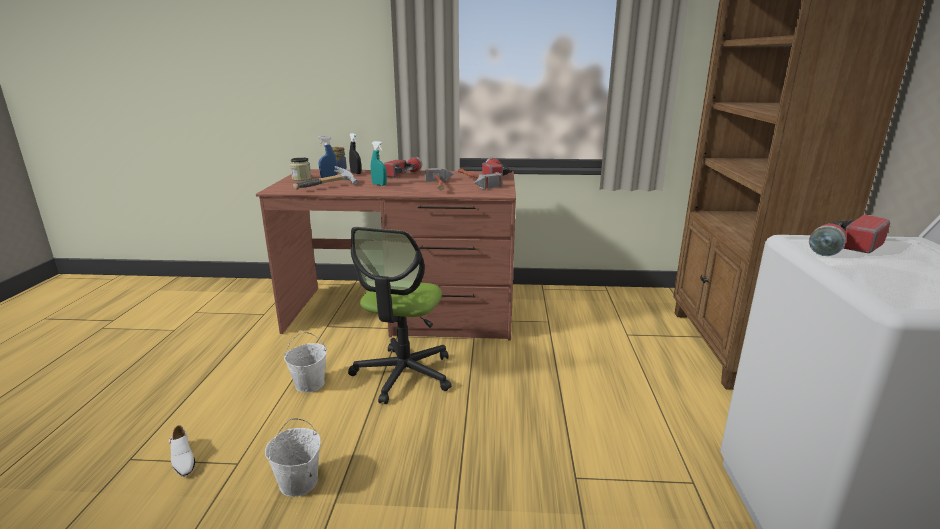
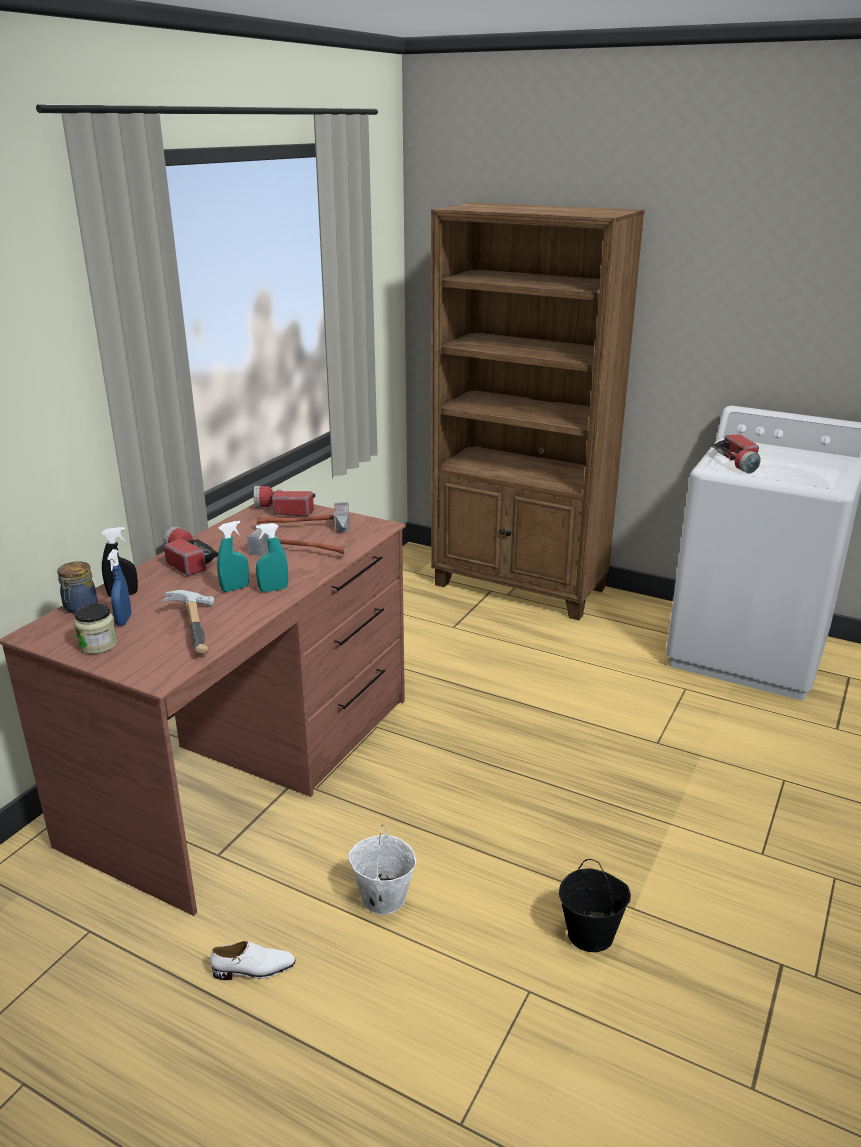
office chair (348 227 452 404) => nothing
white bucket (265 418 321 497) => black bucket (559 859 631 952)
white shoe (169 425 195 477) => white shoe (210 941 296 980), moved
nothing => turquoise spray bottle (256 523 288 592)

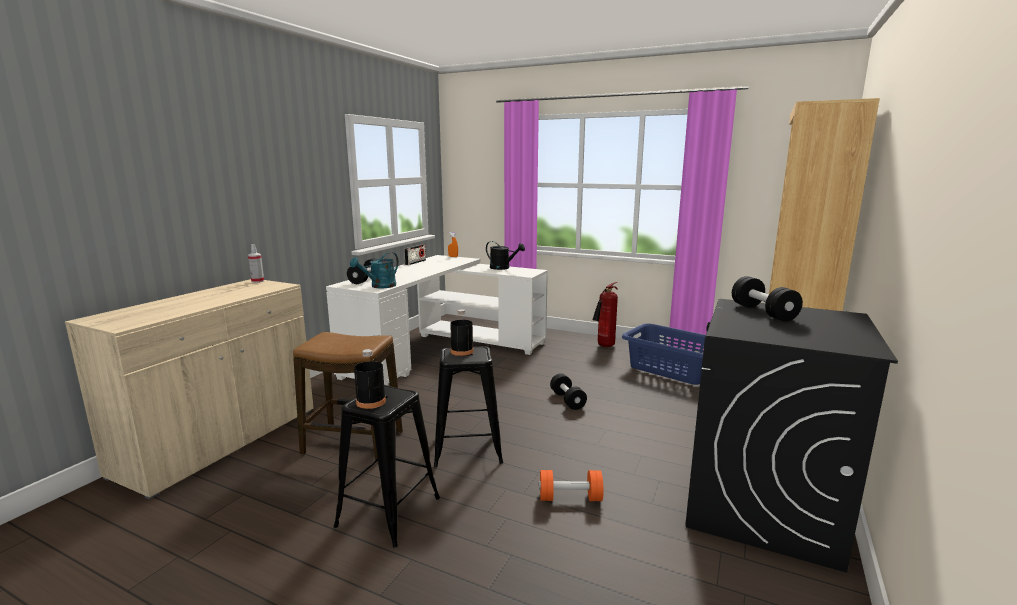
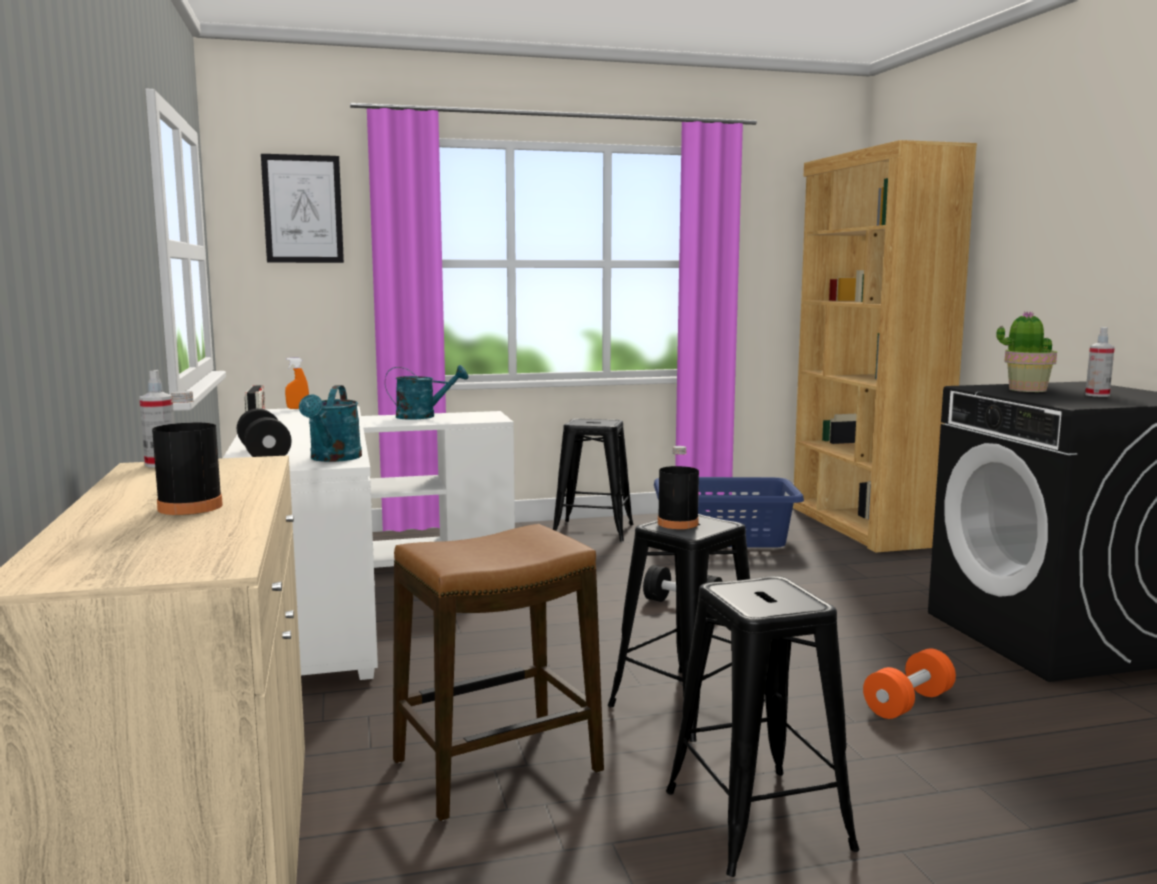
black watering can (486 241 525 270) => turquoise watering can (385 365 468 420)
black dumbbell (732 276 803 322) => potted plant (997 311 1057 392)
fire extinguisher (592 282 618 347) => black stool (553 418 634 542)
black bottle (354 349 386 409) => black bottle (152 391 223 515), moved
nothing => picture (261 154 344 263)
nothing => spray bottle (1085 327 1115 397)

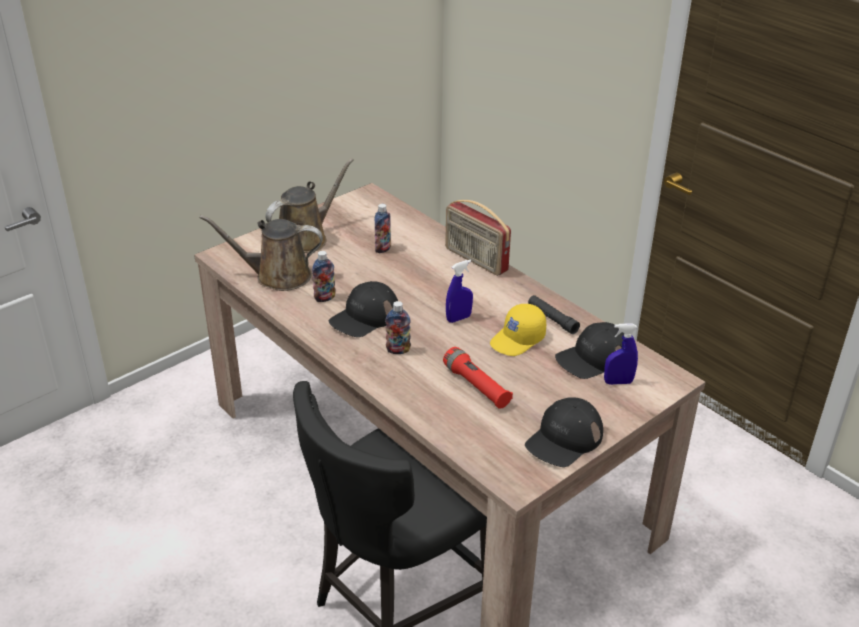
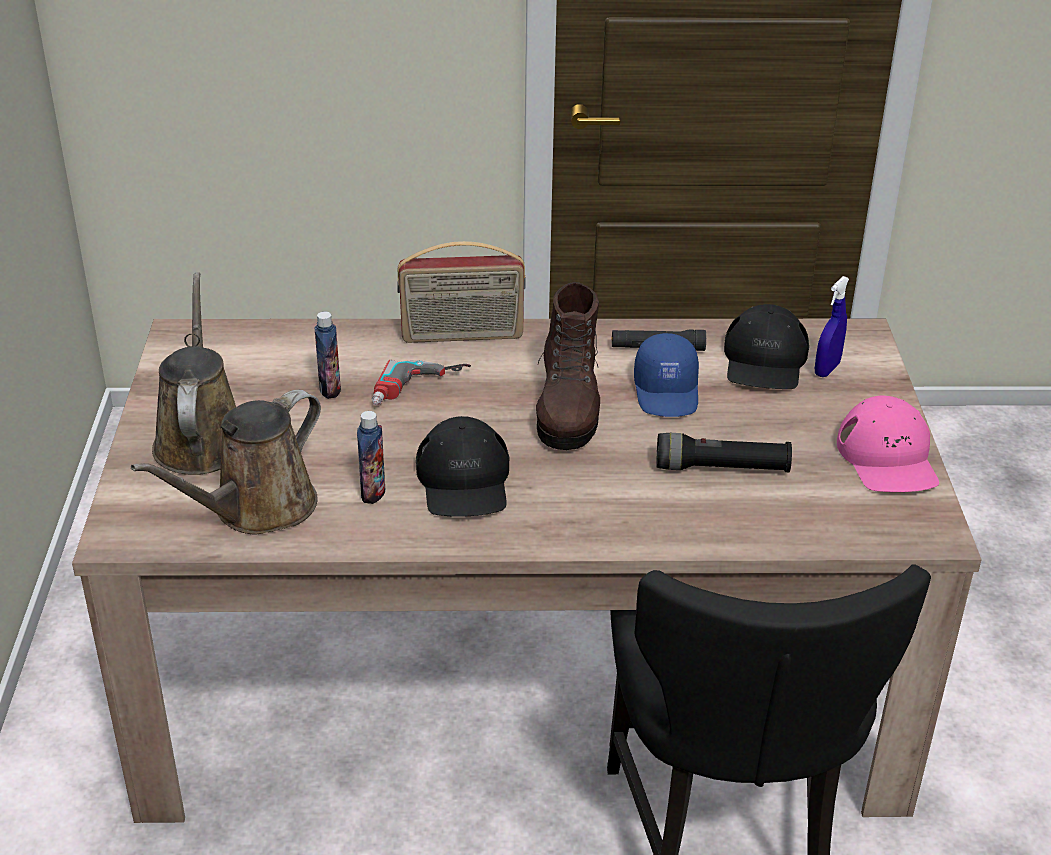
blue spray bottle (446 260 473 323) => brown boot (536 282 600 450)
bottle (385 301 411 354) => nothing
yellow cap (490 304 546 356) => blue cap (634 333 699 417)
red flashlight (443 347 513 409) => black flashlight (656 433 792 472)
black cap (525 397 603 467) => pink cap (837 396 939 492)
nothing => power drill (372 360 471 405)

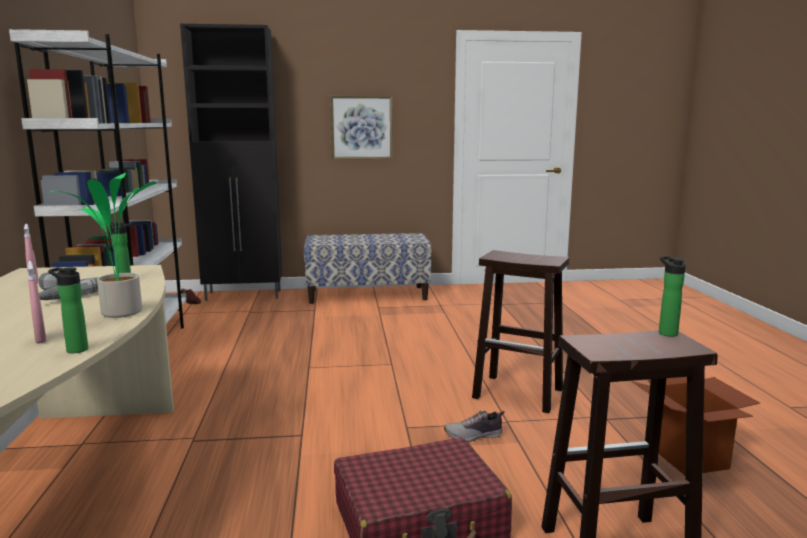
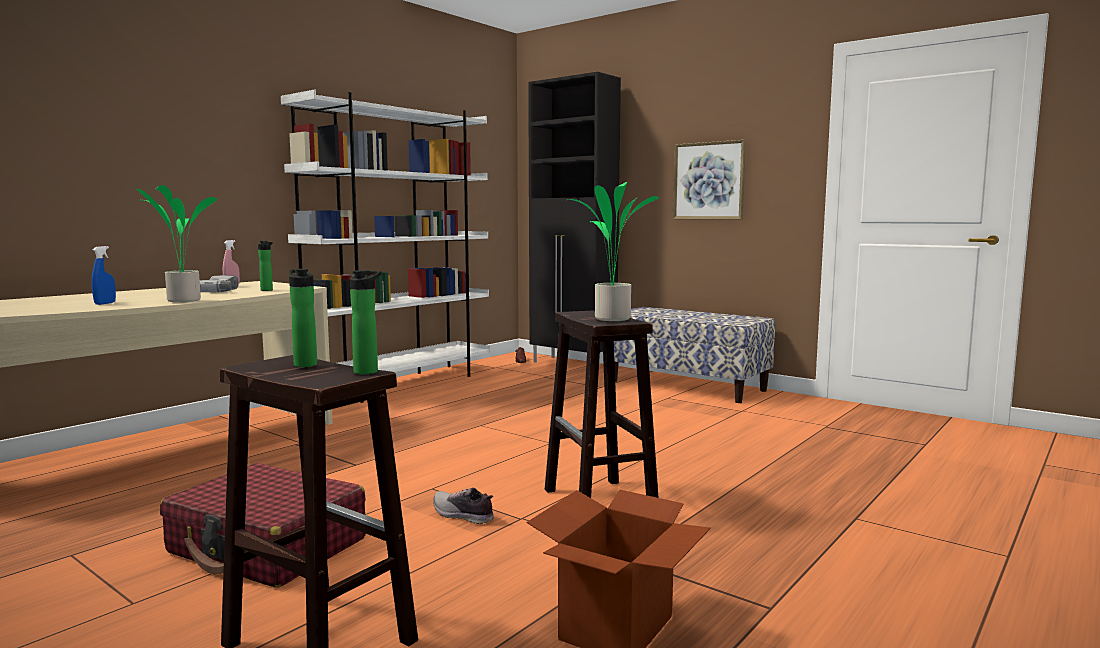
pink spray bottle (27 261 46 344) => blue spray bottle (92 246 116 305)
bottle (48 267 88 353) => bottle (289 269 317 367), moved
nothing => potted plant (567 182 659 321)

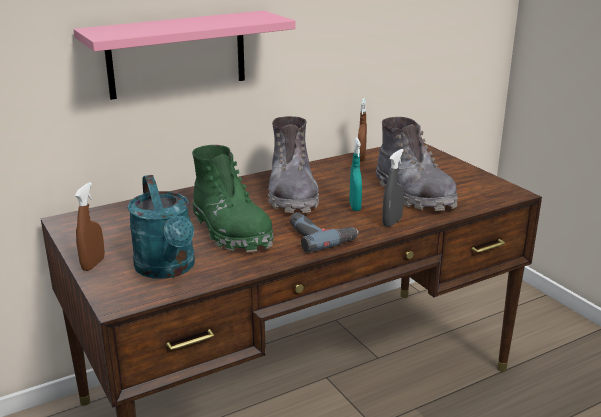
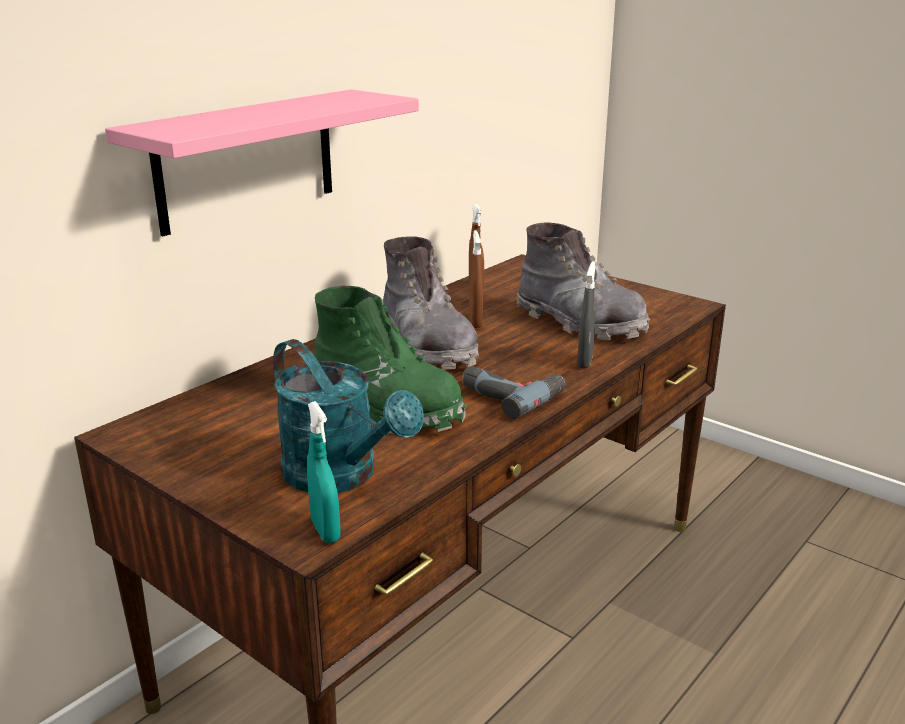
turquoise spray bottle (349 138 362 211) => turquoise spray bottle (307 401 341 543), moved
brown spray bottle (75 182 105 271) => brown spray bottle (469 230 483 328), moved

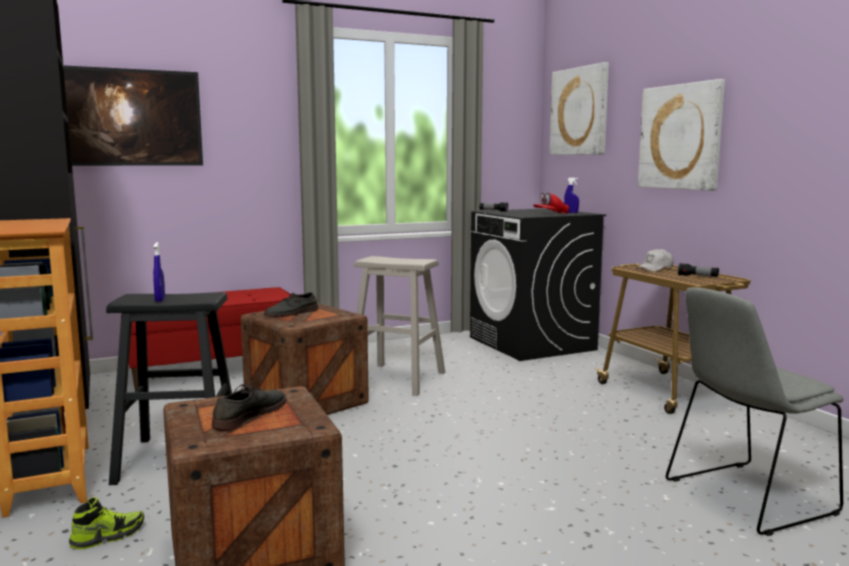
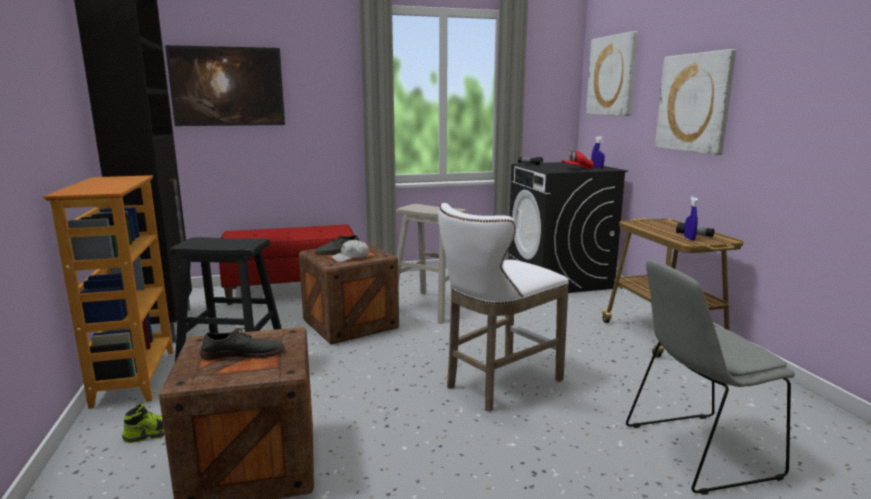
blue spray bottle (153 242 165 302) => blue spray bottle (684 196 698 240), moved
white cap (635 248 673 272) => white cap (331 239 369 262), moved
grey shoe (212 383 286 431) => grey shoe (200 328 285 360), 45 degrees clockwise
nothing => white stool (438 203 569 412)

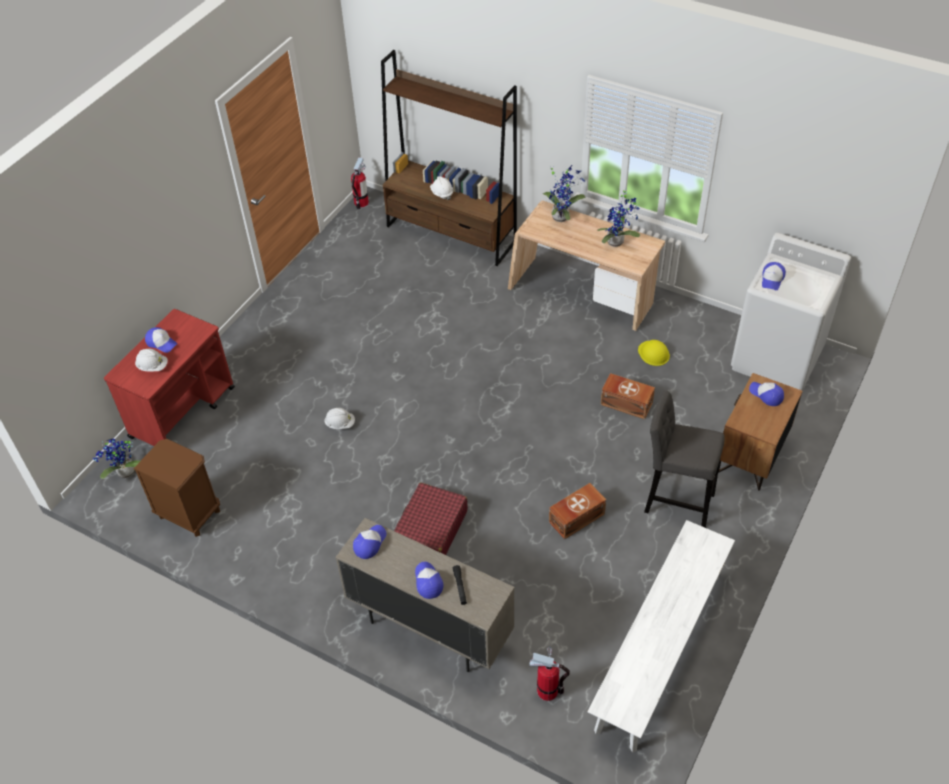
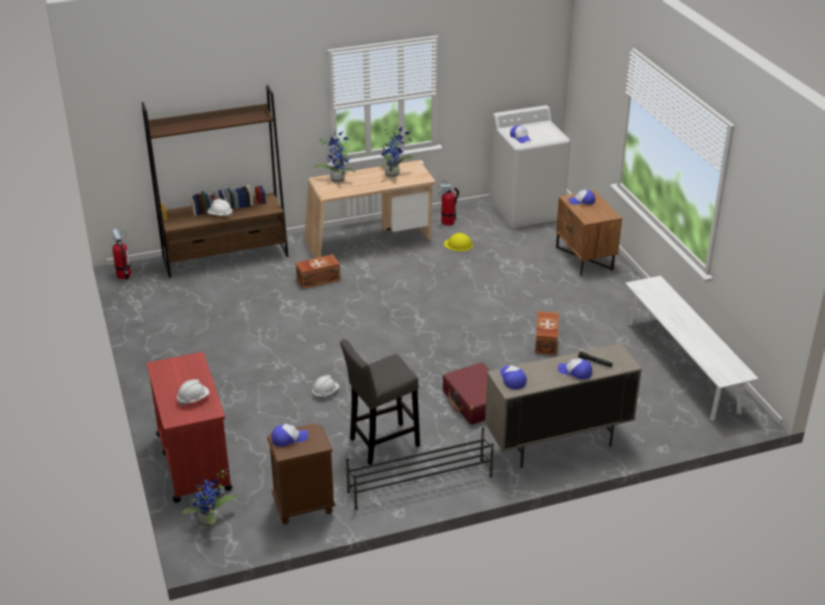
cap (145 327 177 353) => cap (271 424 308 447), moved
brown storage box (600 373 655 419) => brown storage box (296 254 340 289), moved
grey stool (644 390 725 527) => grey stool (340 339 420 465), moved
fire extinguisher (529 646 570 701) => fire extinguisher (438 180 459 226), moved
nothing => black shoe rack (346 428 494 510)

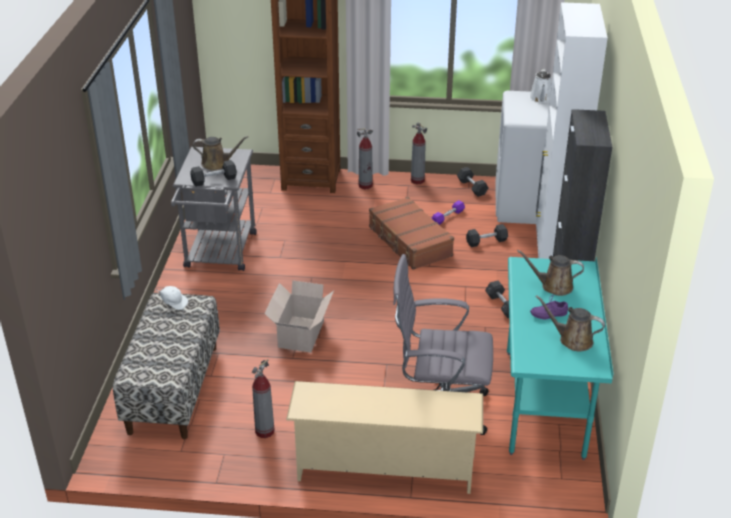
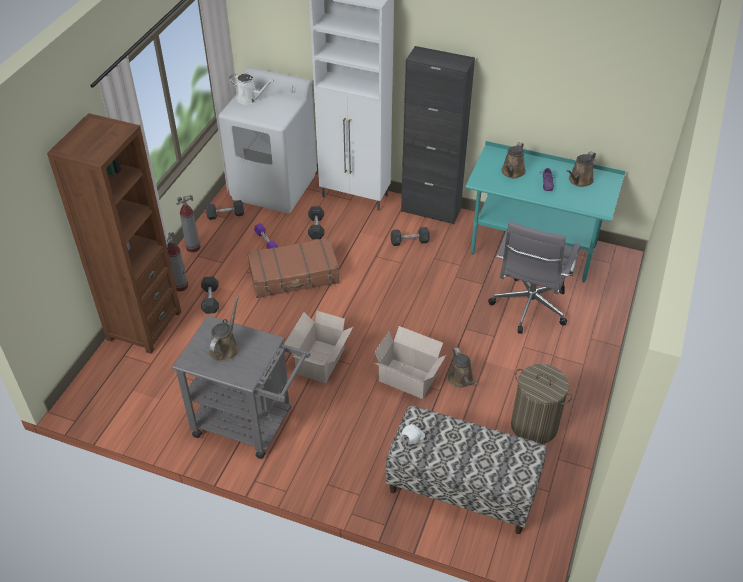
grey dumbbell (190 160 237 187) => grey dumbbell (201 276 219 314), moved
fire extinguisher (252 359 275 438) => laundry basket (511 364 573 444)
beige shoe rack (286 381 483 494) => nothing
nothing => cardboard box (284 311 354 383)
nothing => brown watering can (448 348 478 388)

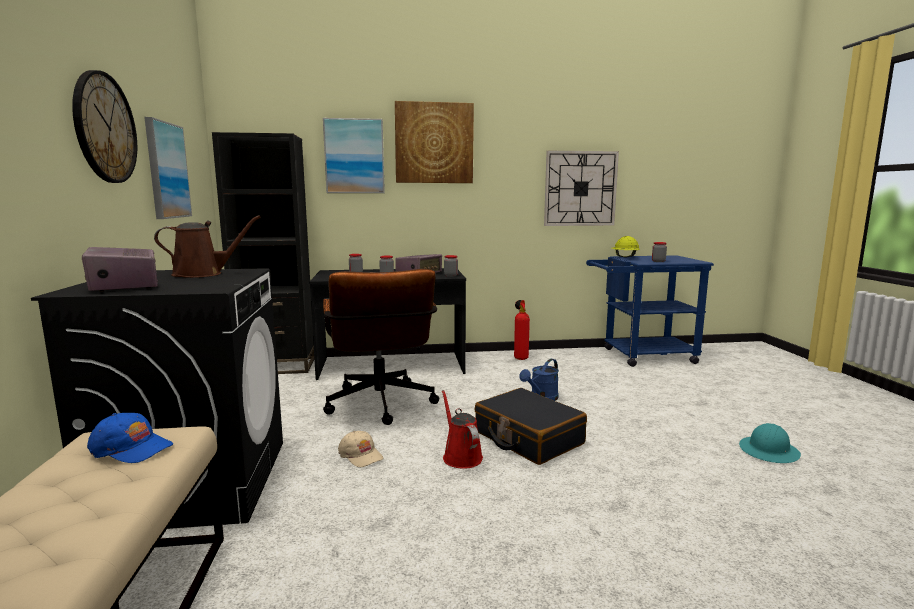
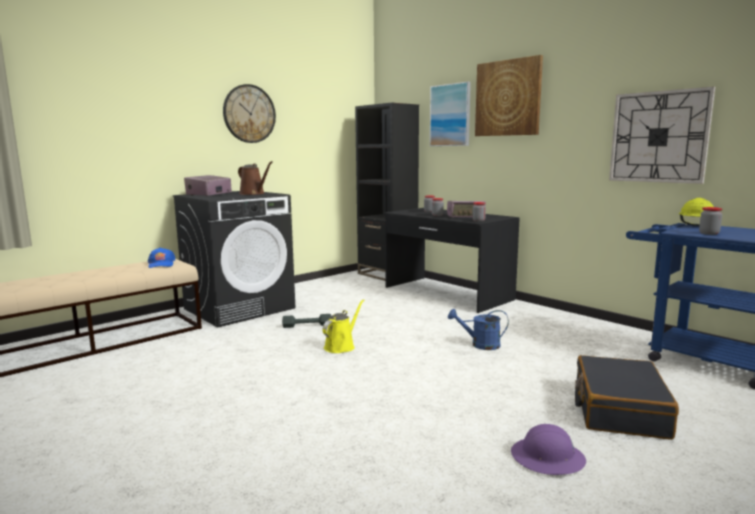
picture (144 117 192 219) => nothing
brown office chair (323 269 439 425) => nothing
fire extinguisher (514 300 530 360) => nothing
black suitcase (475 388 587 465) => black suitcase (575 355 679 440), moved
red watering can (442 390 483 469) => yellow watering can (323 299 364 353)
turquoise hard hat (739 423 801 463) => purple hard hat (511 424 586 475)
beige cap (338 431 383 467) => grey dumbbell (282 314 331 328)

